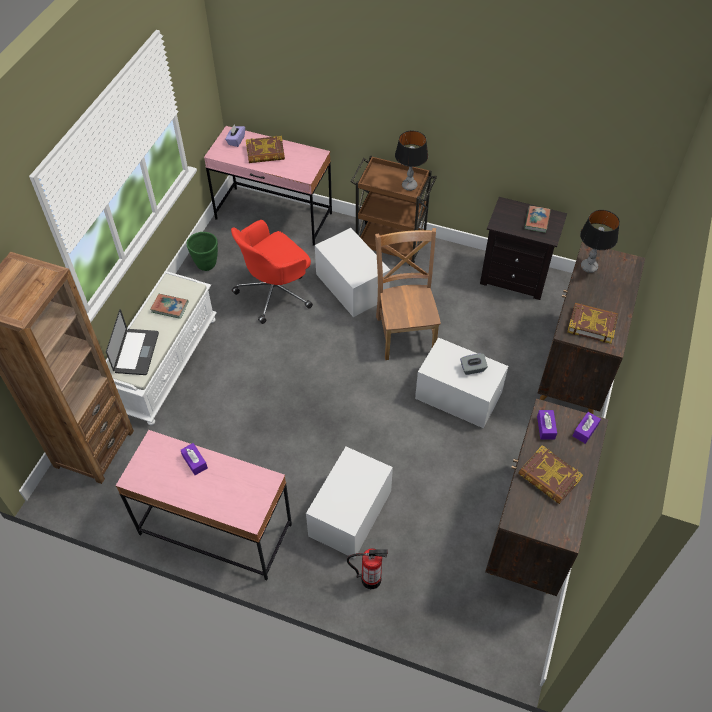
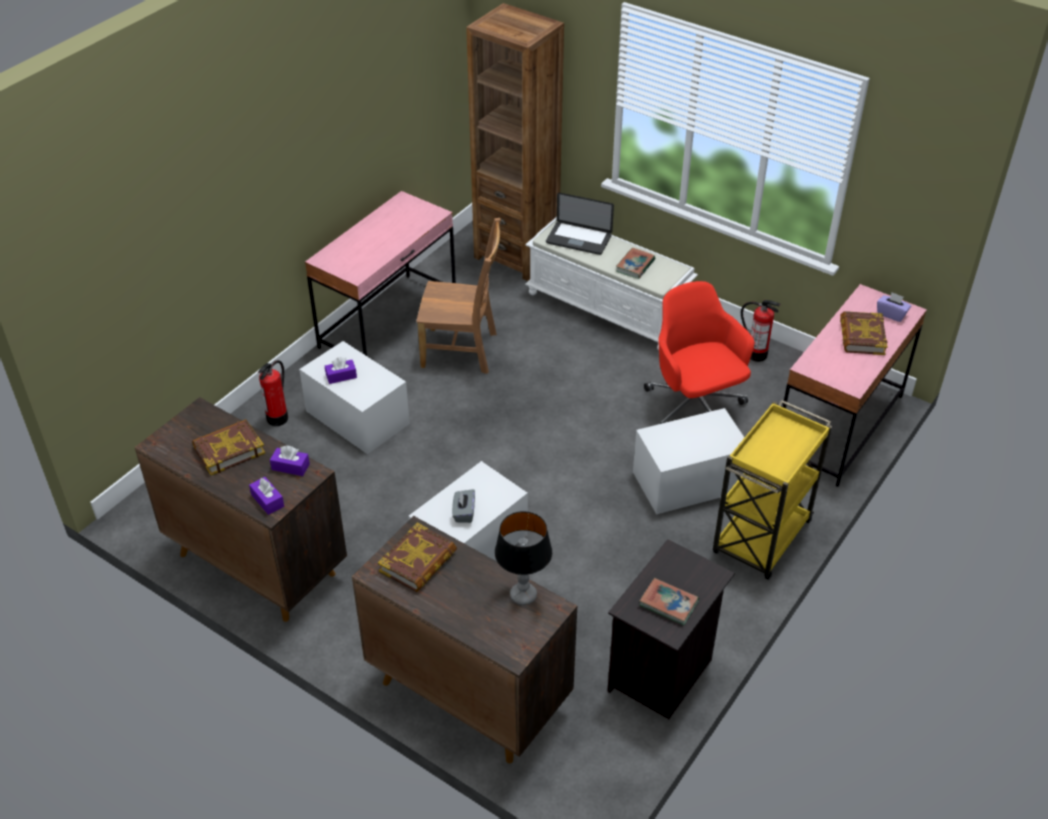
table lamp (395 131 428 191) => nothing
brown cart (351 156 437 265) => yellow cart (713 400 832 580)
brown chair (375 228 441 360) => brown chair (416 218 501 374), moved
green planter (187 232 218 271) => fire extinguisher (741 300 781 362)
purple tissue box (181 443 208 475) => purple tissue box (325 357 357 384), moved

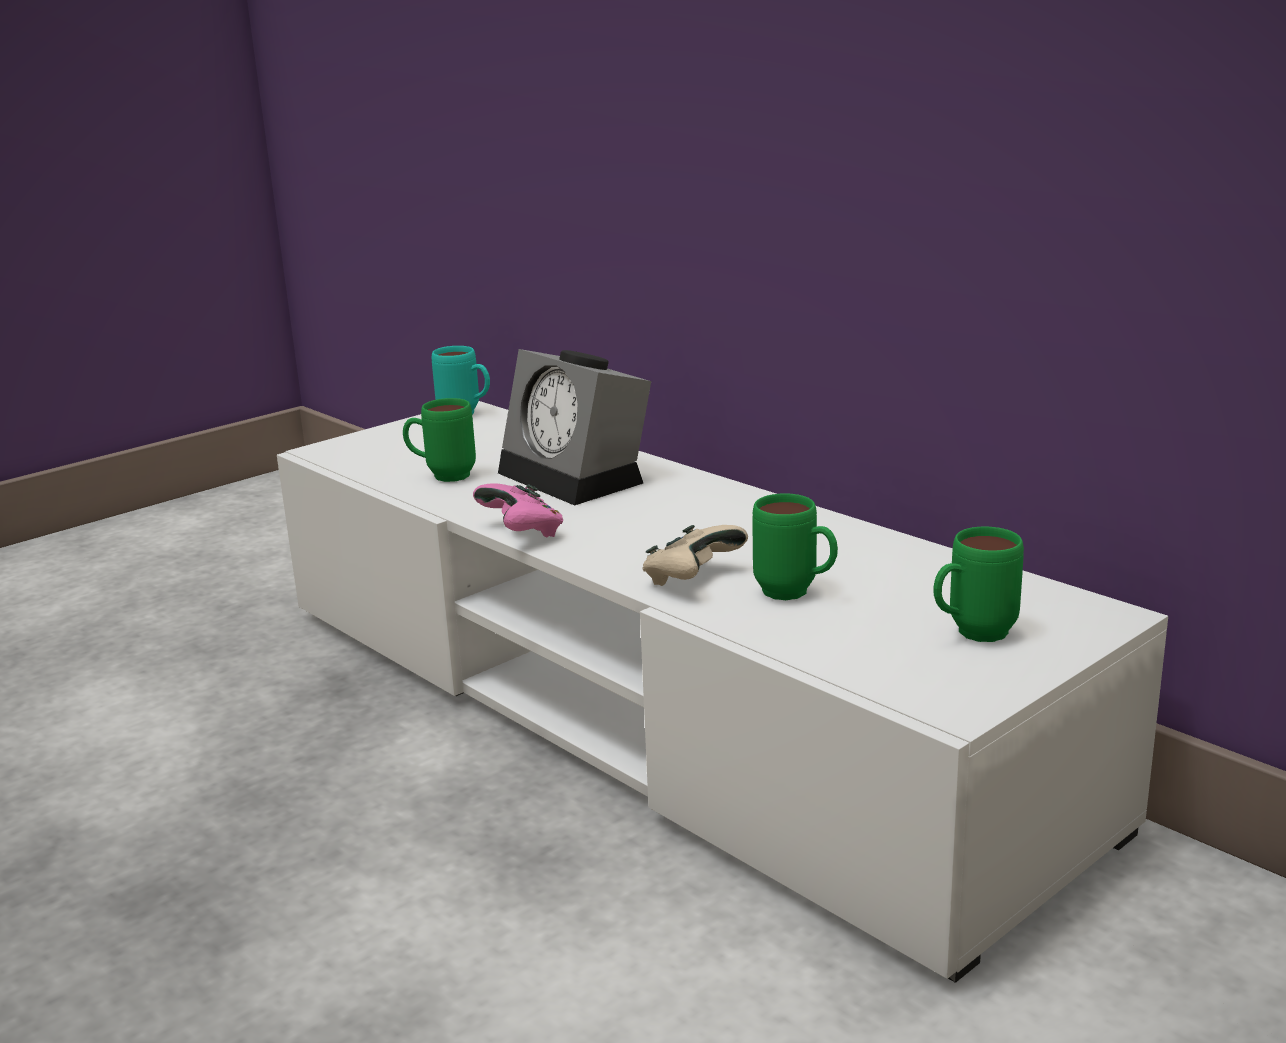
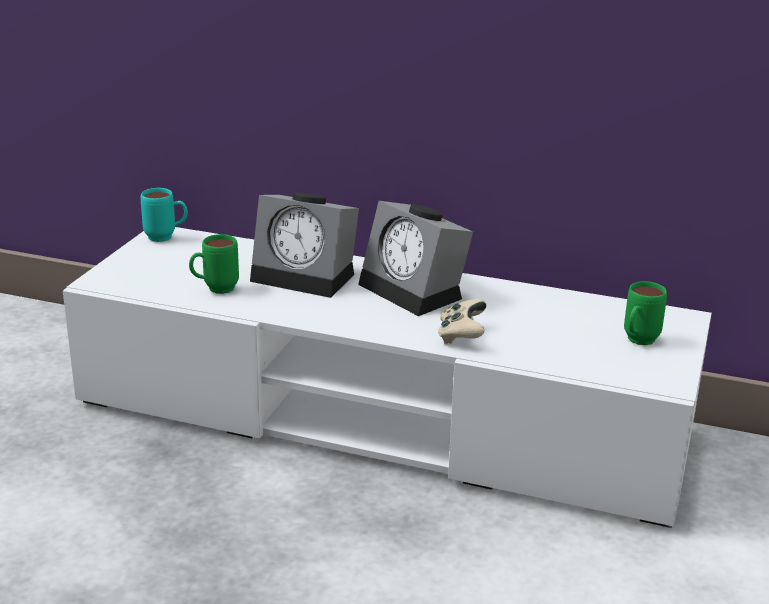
pink game controller (473 484 563 538) => nothing
green mug (752 493 838 600) => nothing
nothing => alarm clock (358 201 473 316)

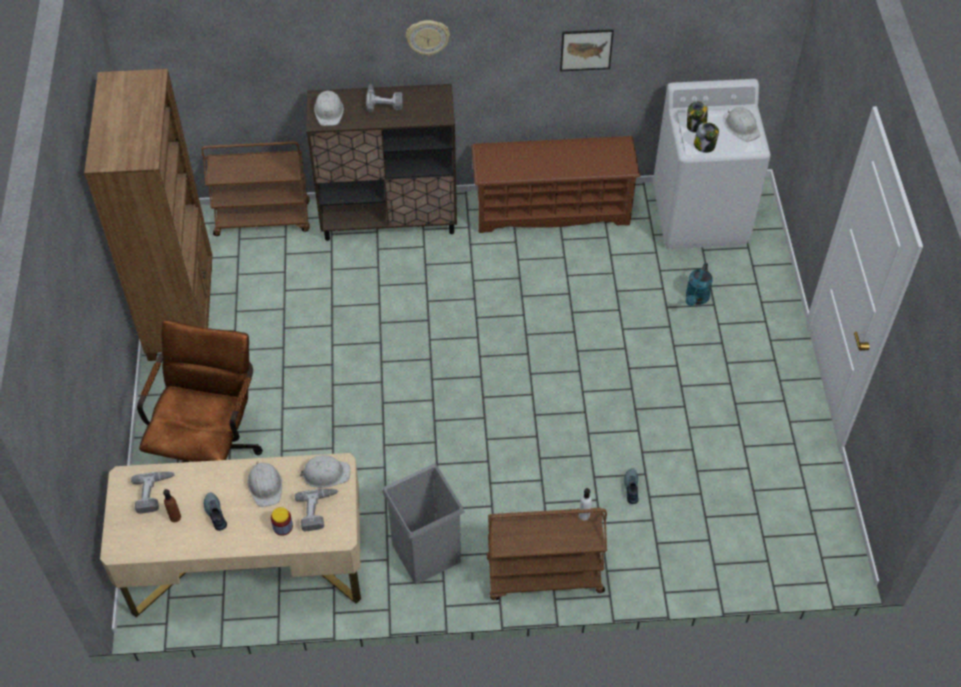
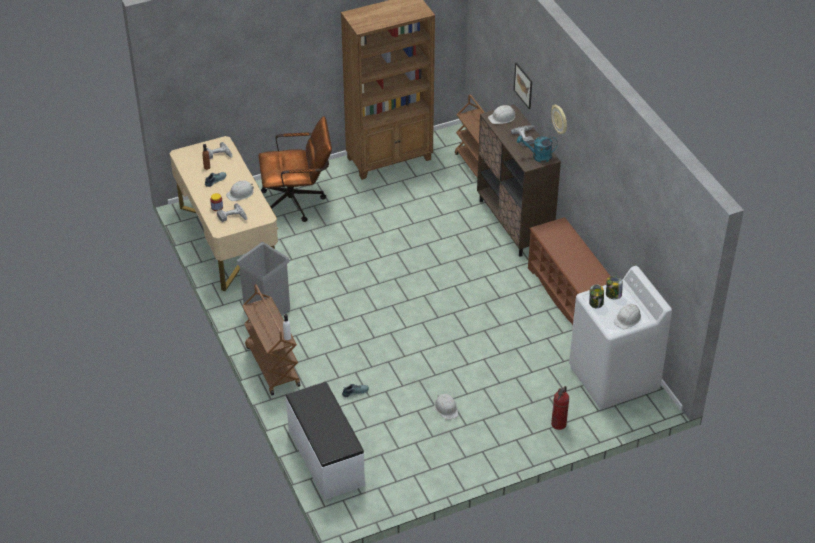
picture (560 29 614 71) => picture (514 62 532 109), moved
turquoise watering can (686 263 713 306) => turquoise watering can (517 135 558 163), moved
white hard hat (299 455 350 488) => white hard hat (434 394 458 420), moved
nothing => white bench (286 382 365 500)
nothing => fire extinguisher (551 386 569 430)

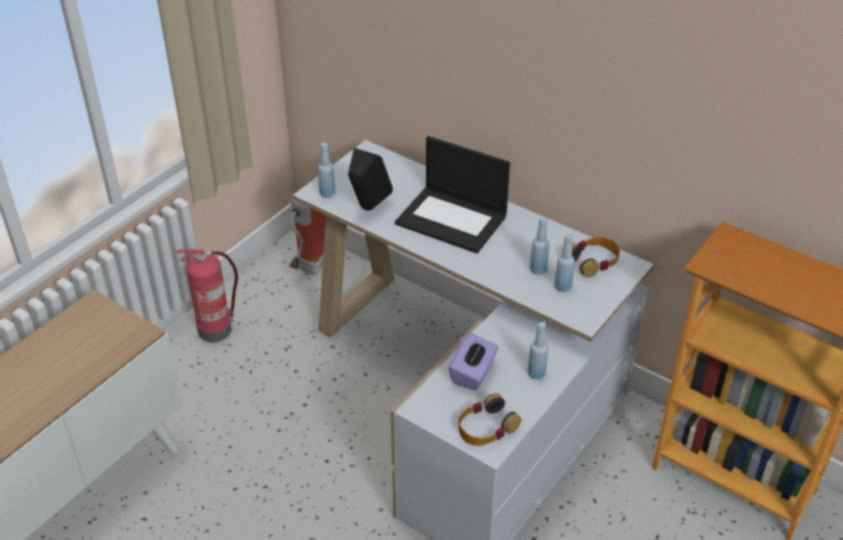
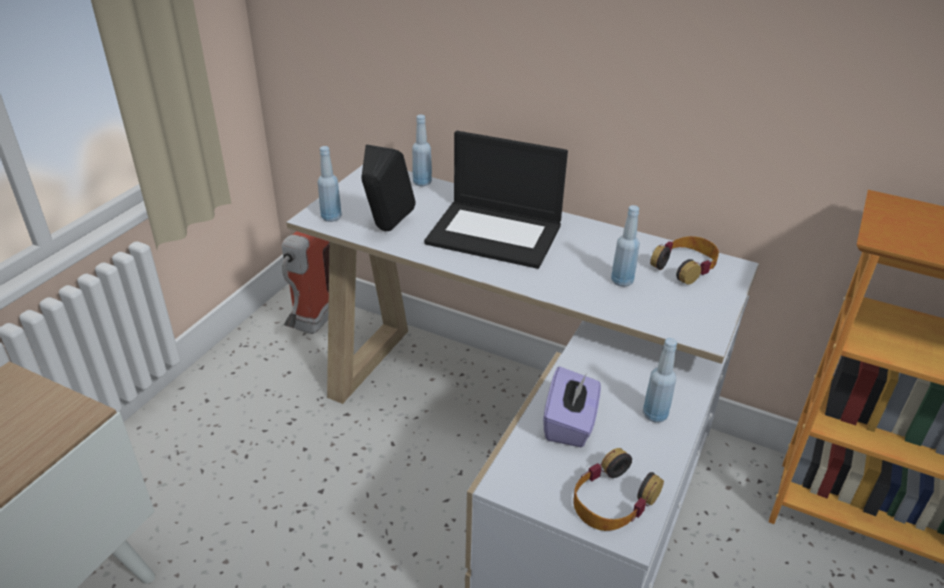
blue bottle (554 234 575 292) => blue bottle (412 115 432 186), moved
fire extinguisher (177 249 238 342) => nothing

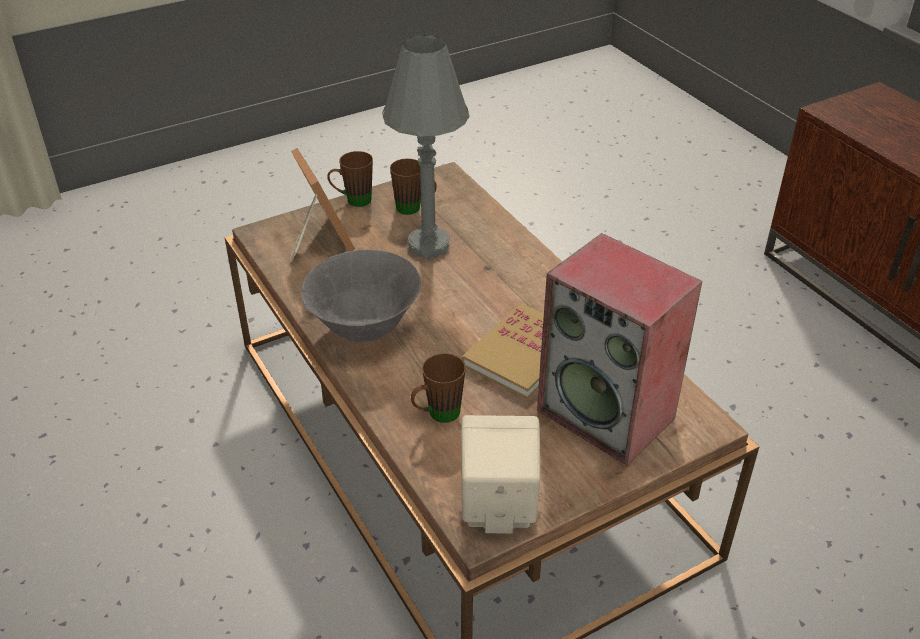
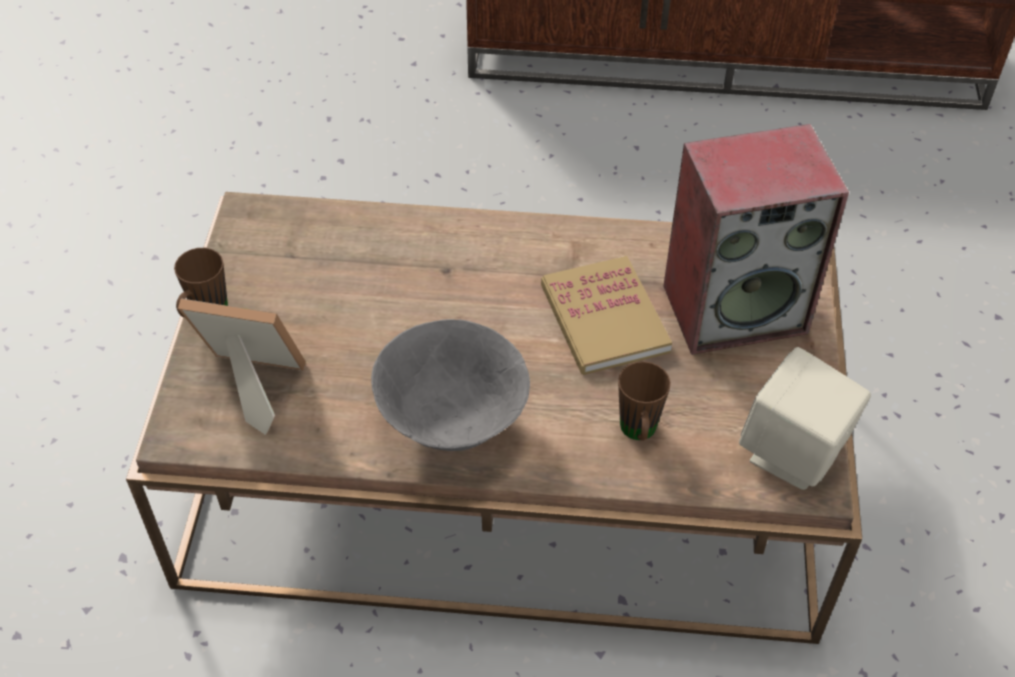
grey table lamp (382 35 469 259) => nothing
brown mug (390 159 437 215) => nothing

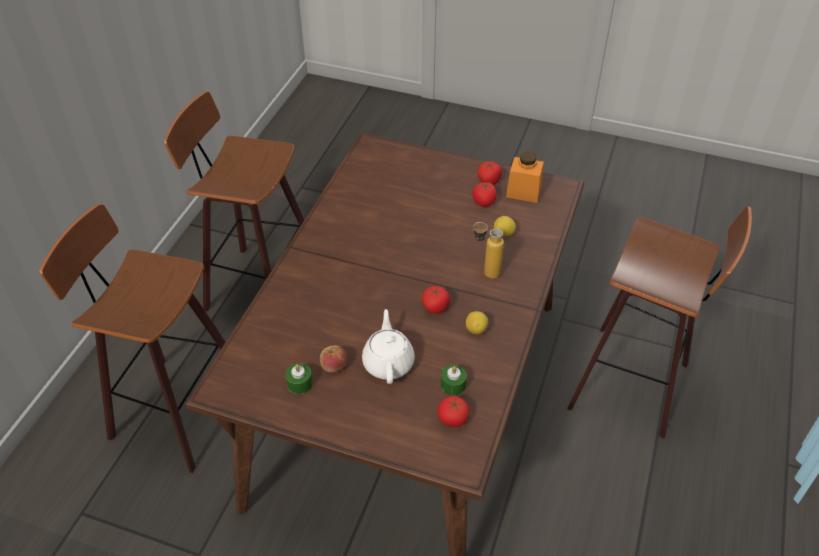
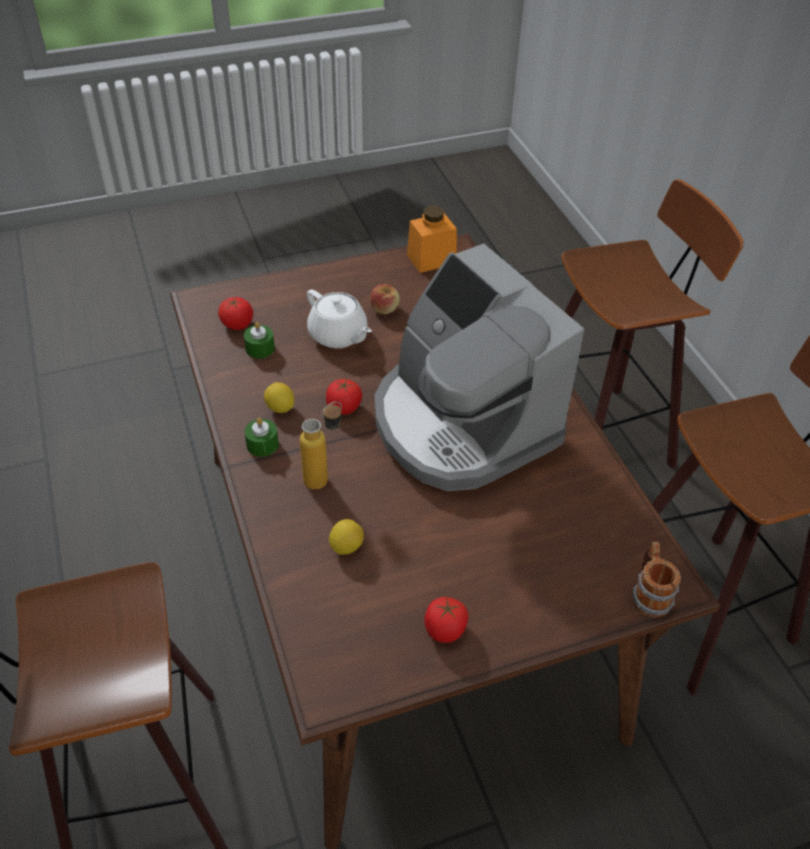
orange jar (506 152 544 203) => orange jar (407 206 457 273), moved
tomato (472 182 497 207) => nothing
green candle (285 363 313 394) => green candle (244 418 279 457), moved
nothing => coffee machine (375 244 584 491)
nothing => mug (632 542 681 618)

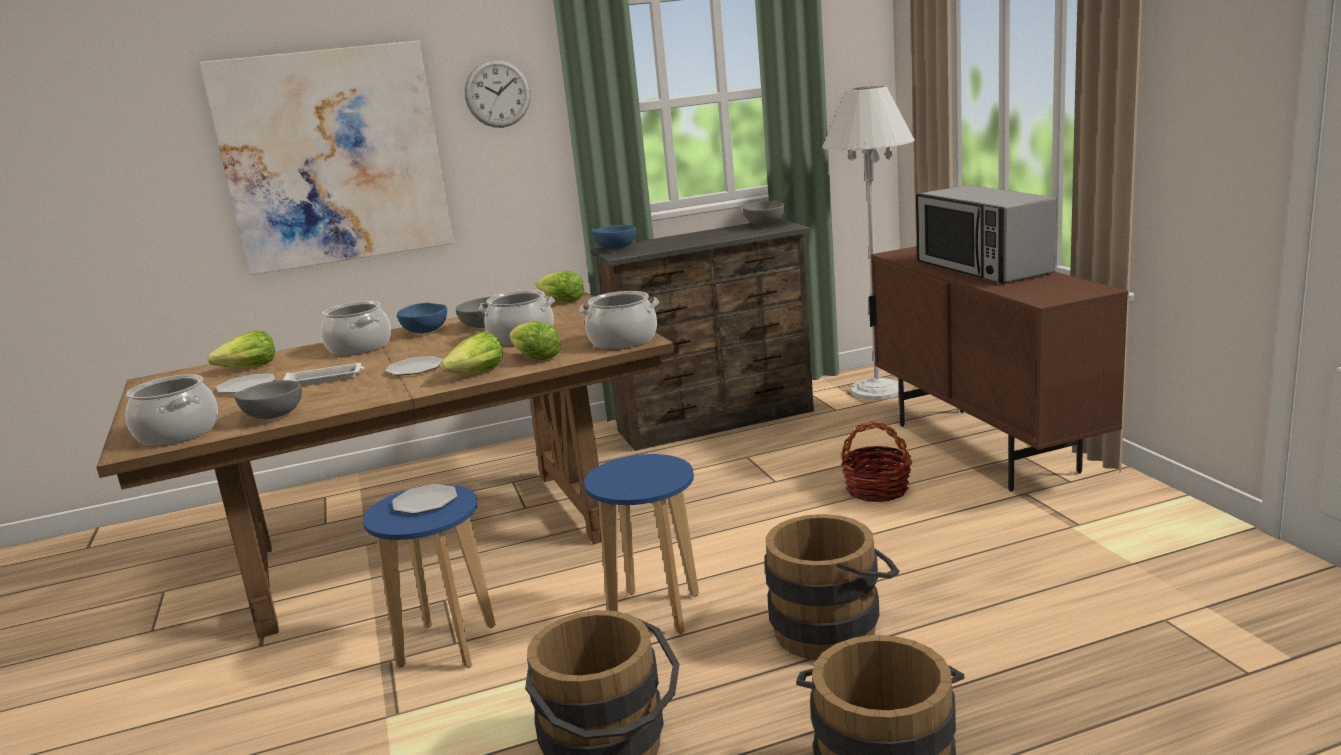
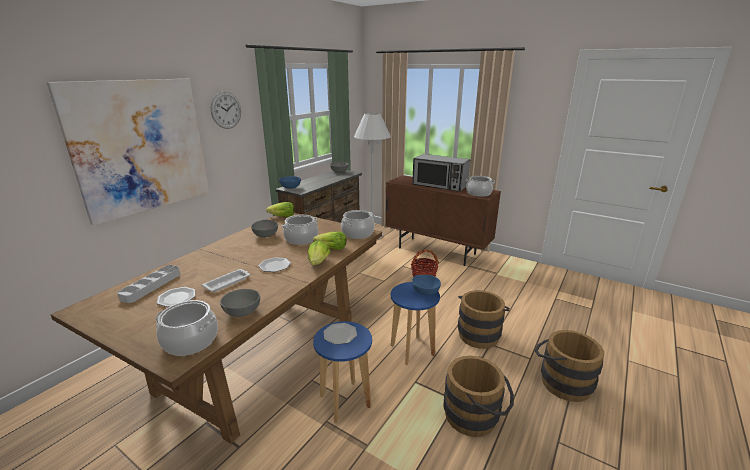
cooking pot (321 301 391 355) => cooking pot (465 176 495 197), moved
blue bowl (397 303 447 333) => blue bowl (412 275 441 295), moved
lettuce (207 330 275 367) => grey tray (117 265 180 303)

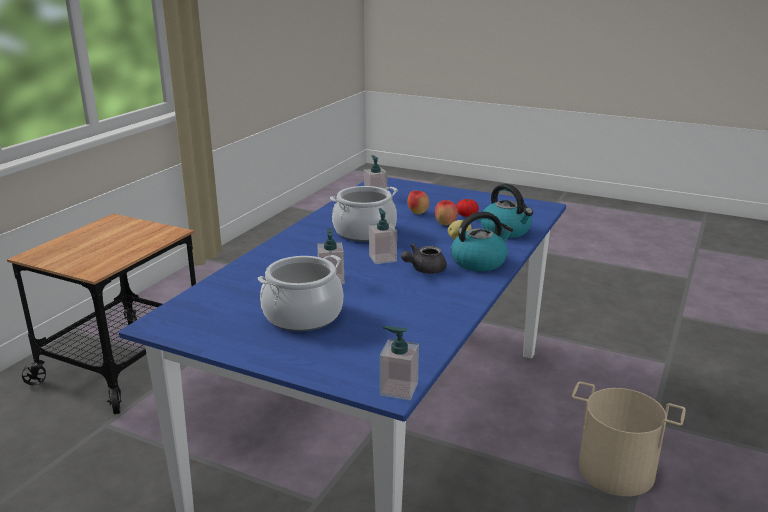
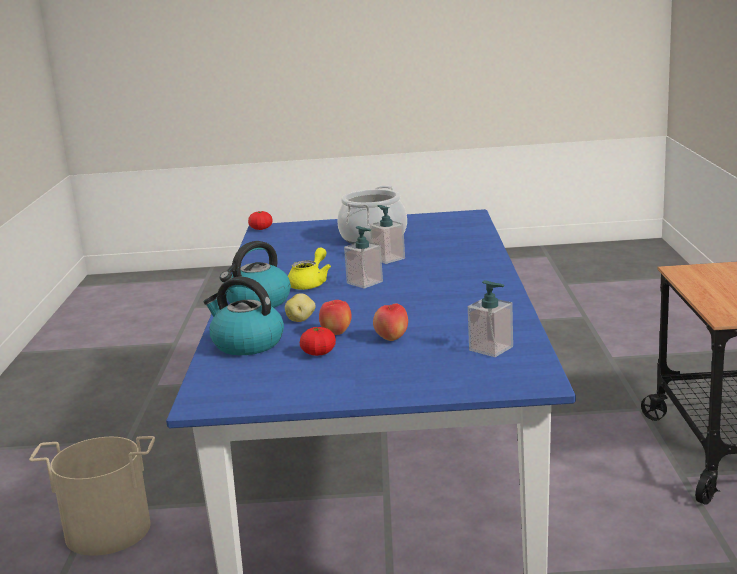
cooking pot (330 186 398 242) => nothing
grey teapot (401 244 447 274) => yellow teapot (288 247 331 290)
soap dispenser (380 326 419 400) => tomato (248 211 273 230)

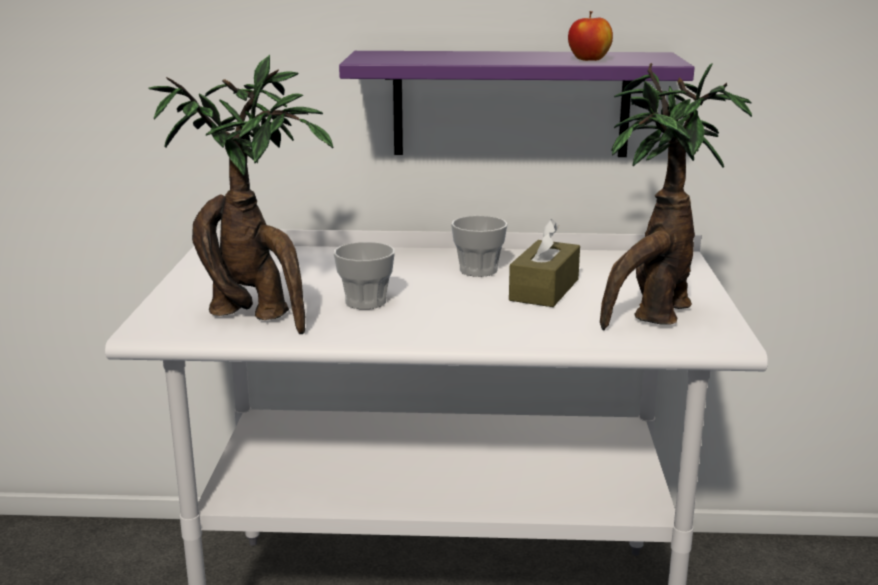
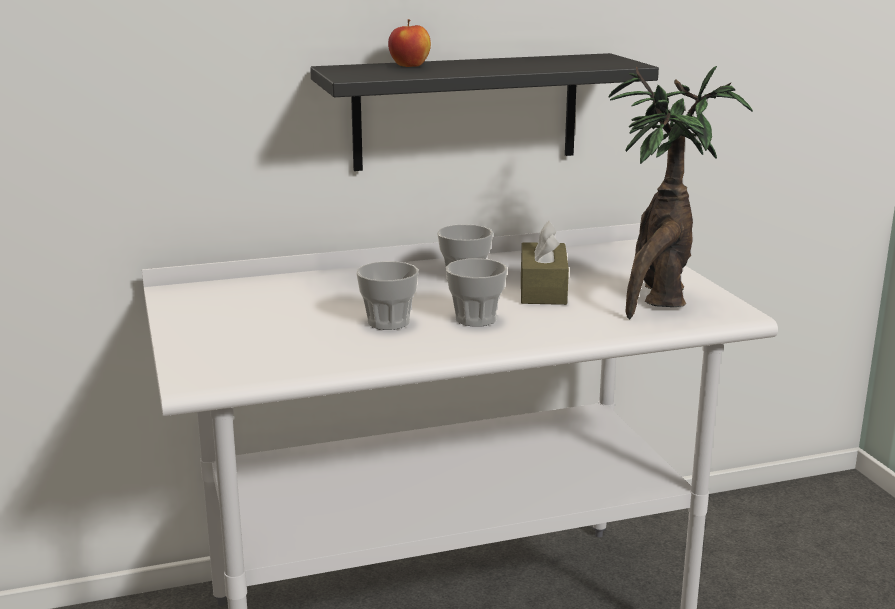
apple (568 11 613 61) => apple (388 19 431 67), moved
purple shelf (339 51 694 157) => black shelf (310 53 659 171)
potted plant (148 55 333 334) => nothing
nothing => cup (446 258 508 327)

